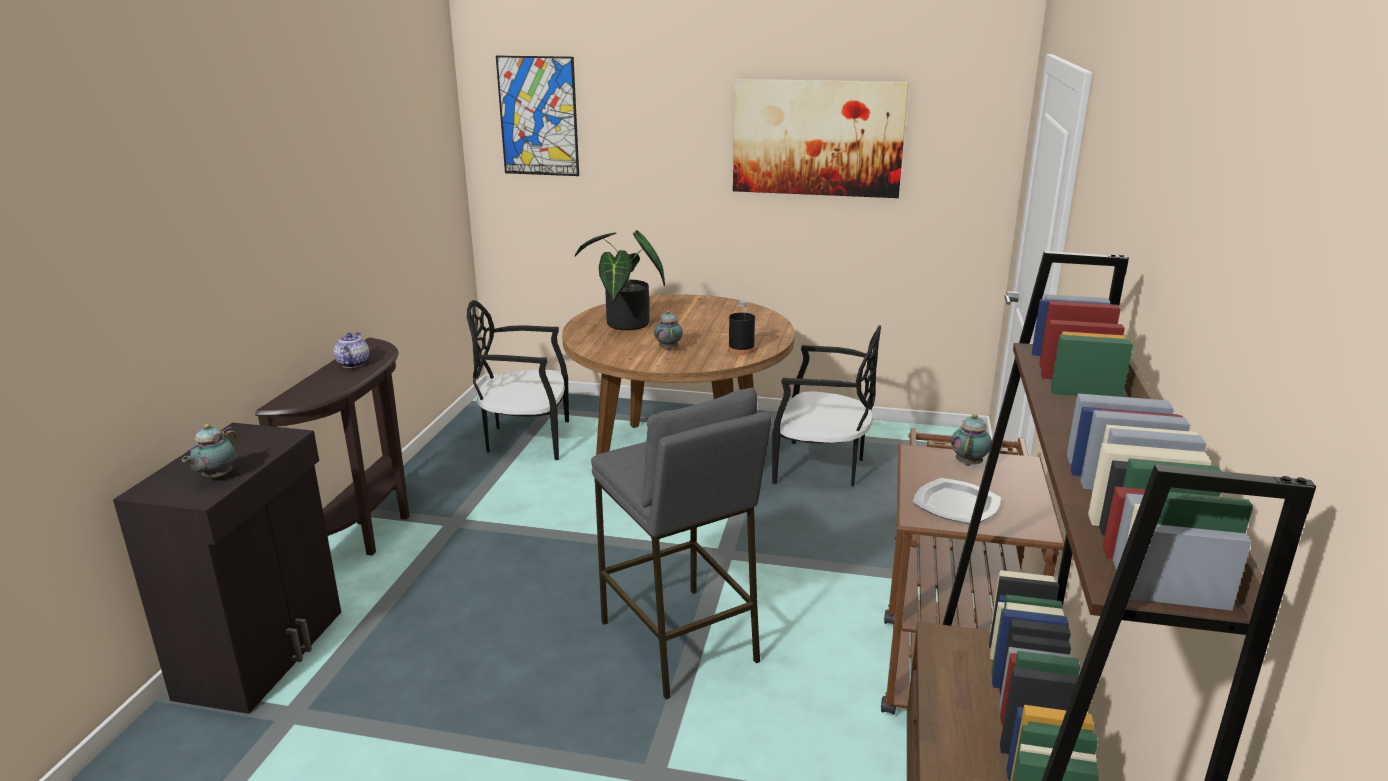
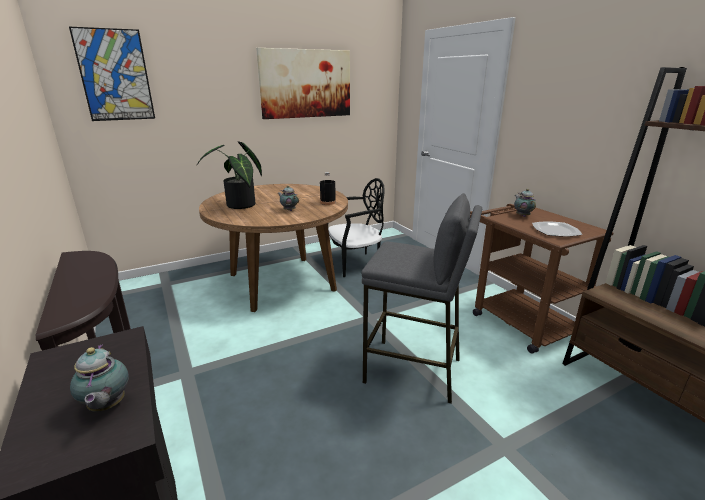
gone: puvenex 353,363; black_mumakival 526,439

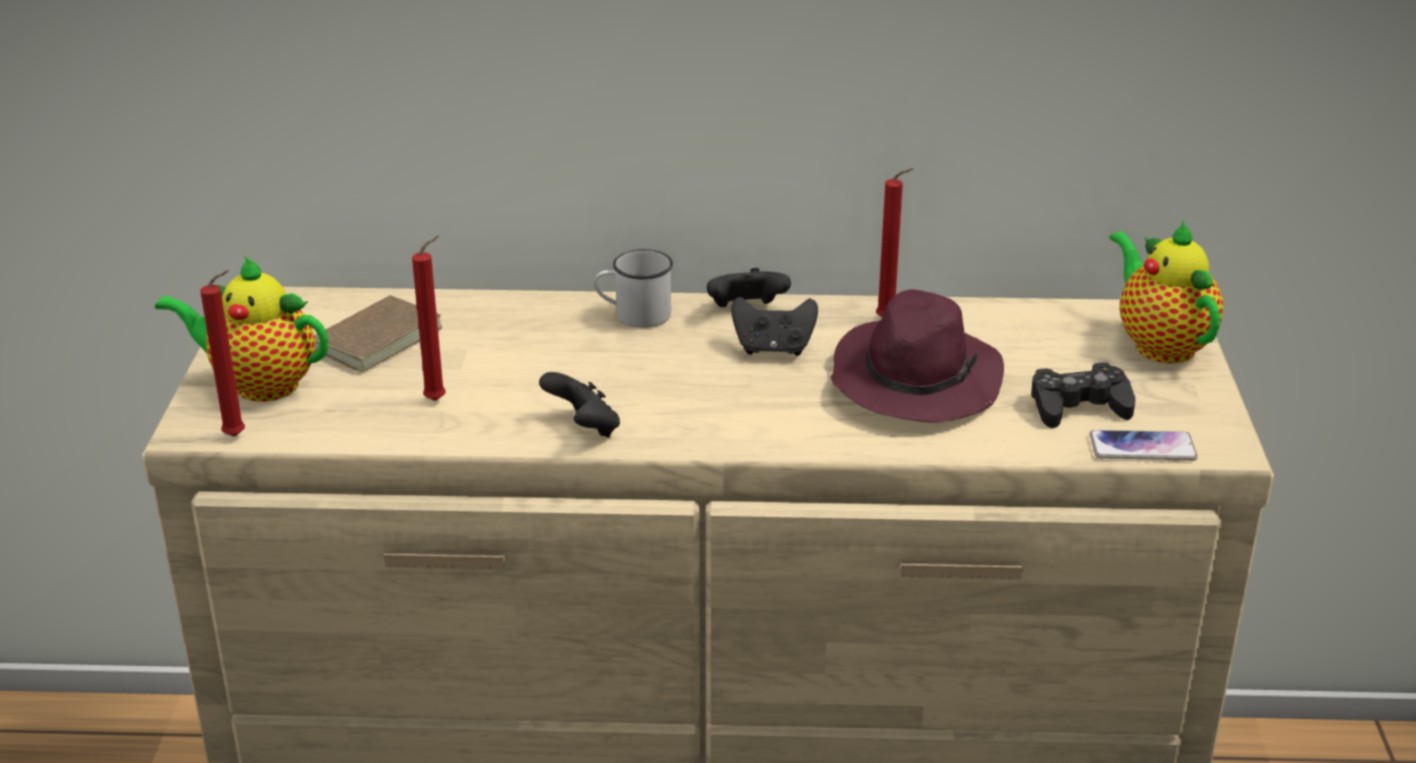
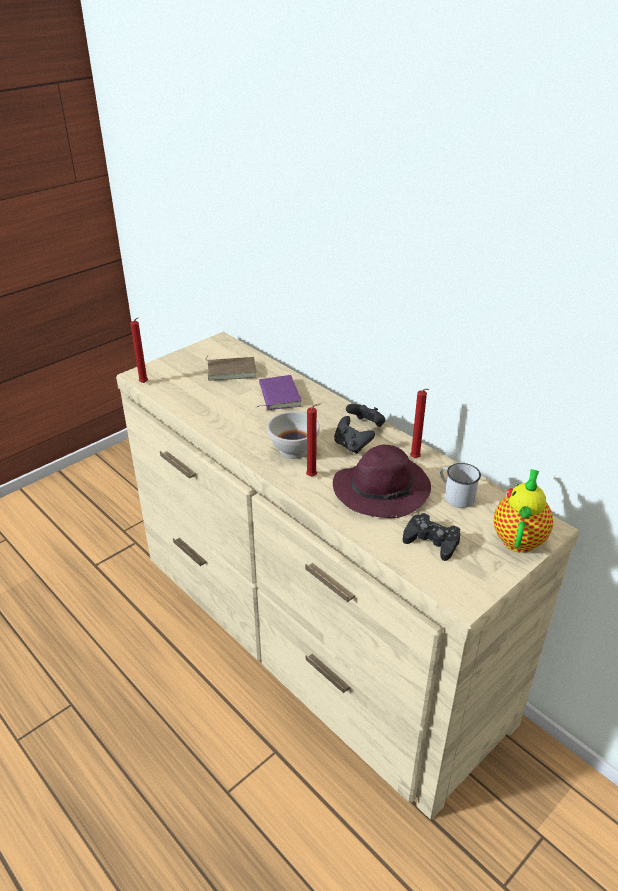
gone: puvenex 259,384; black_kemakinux 584,428; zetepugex 1142,447
new: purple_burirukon 278,395; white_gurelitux 293,450
shifted: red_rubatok 439,400 to 313,477; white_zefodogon 634,315 to 455,496

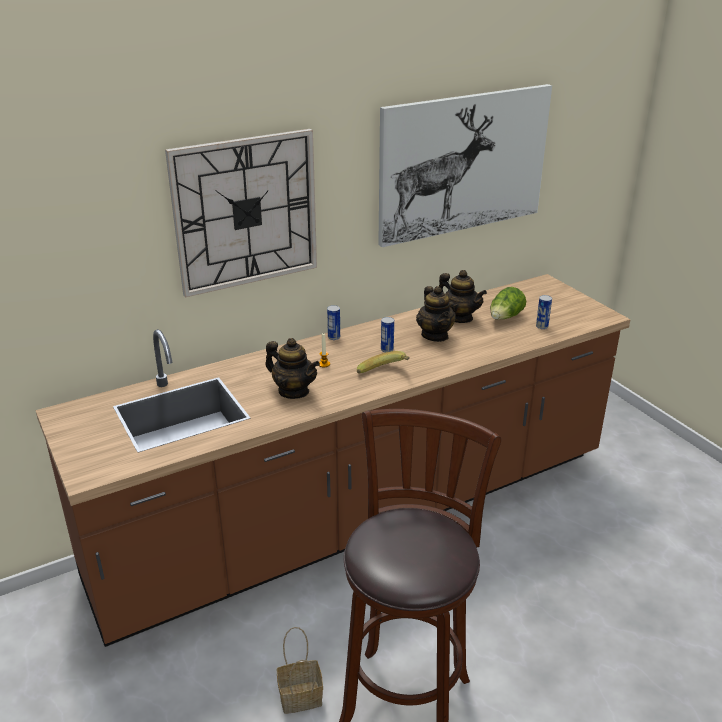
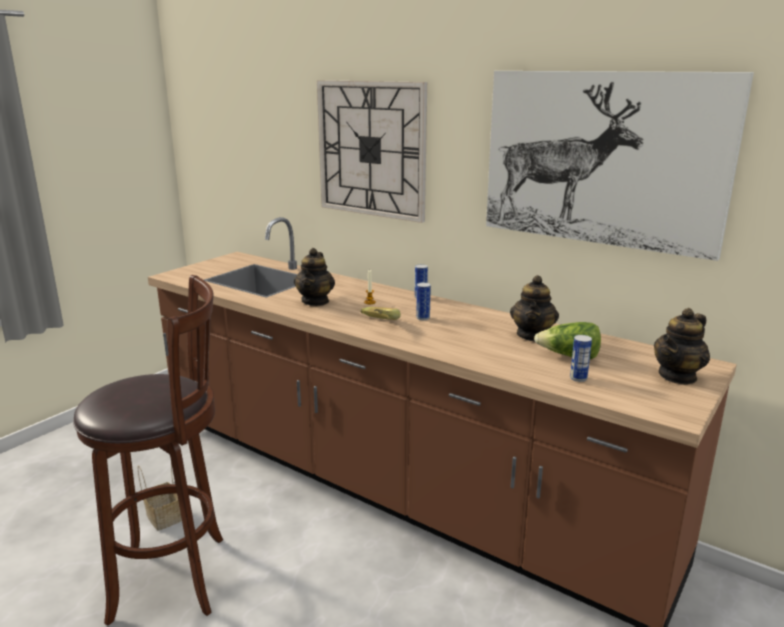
shifted: puvenex 435,335 to 678,376

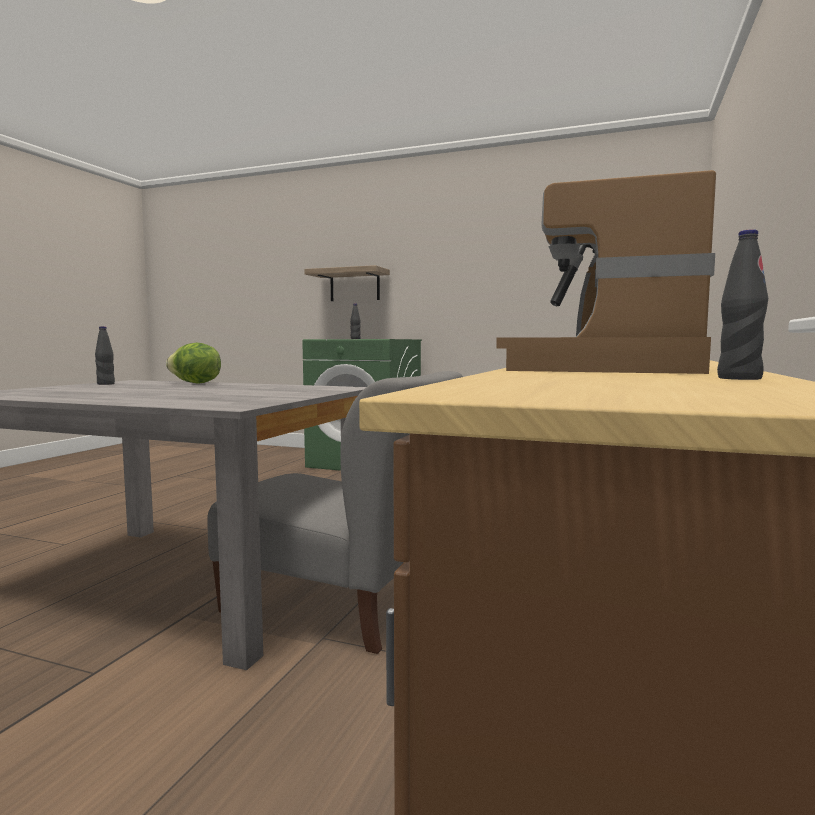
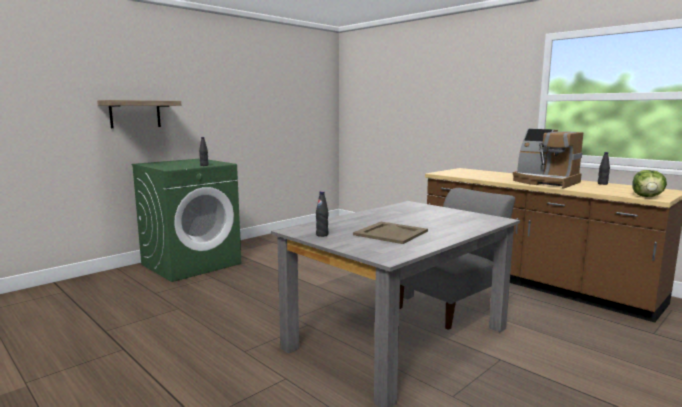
new: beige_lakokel 390,233
shifted: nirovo 195,383 to 647,197

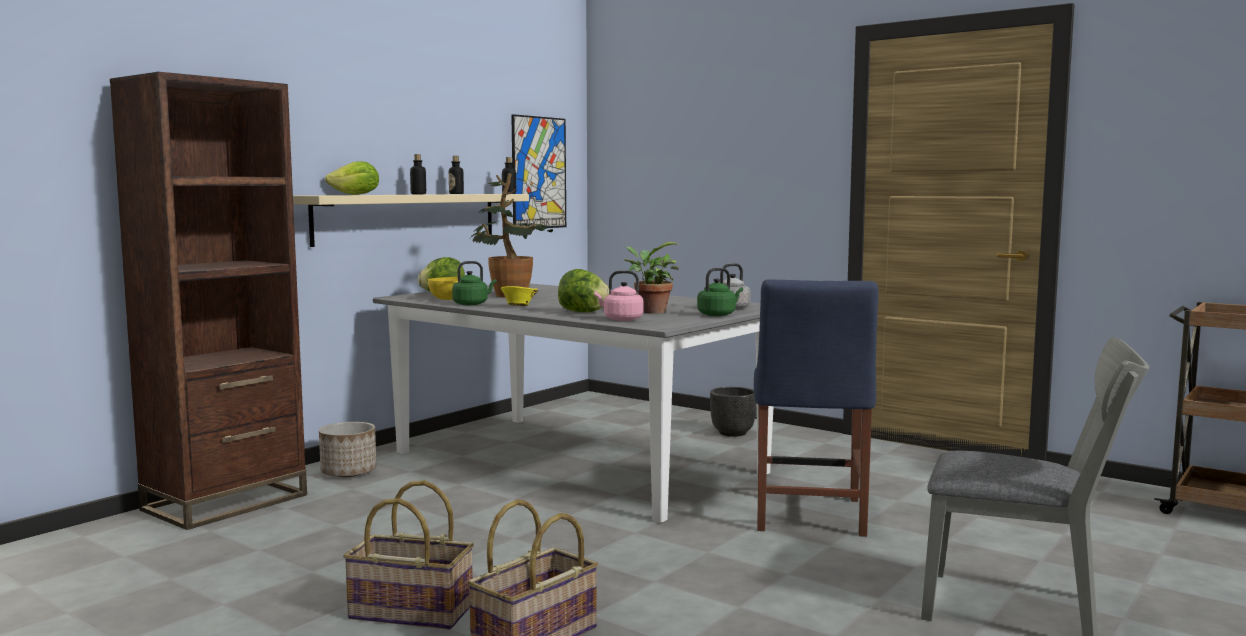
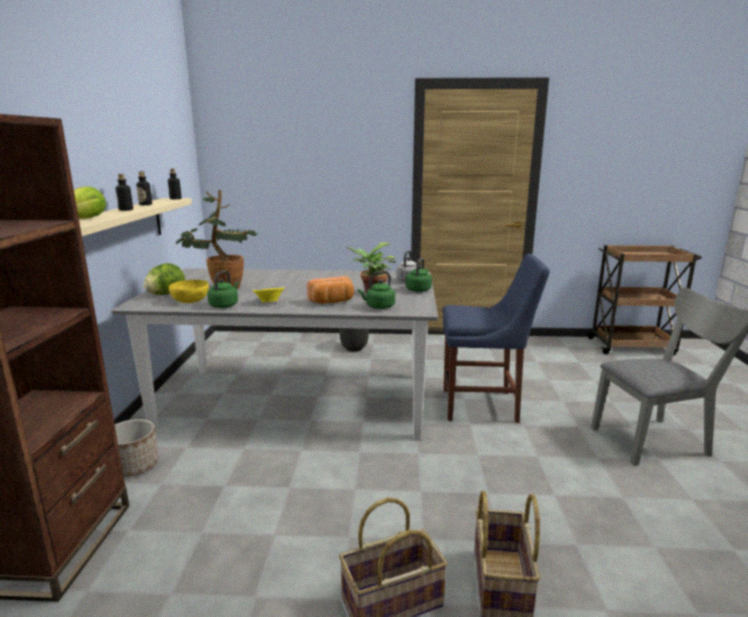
gone: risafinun 539,173
swapped: nirovo 583,312 to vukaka 332,302
repainted: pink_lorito 621,319 to green_lorito 378,307
rotated: blue_mumakival 808,517 = 484,406 60 degrees counterclockwise

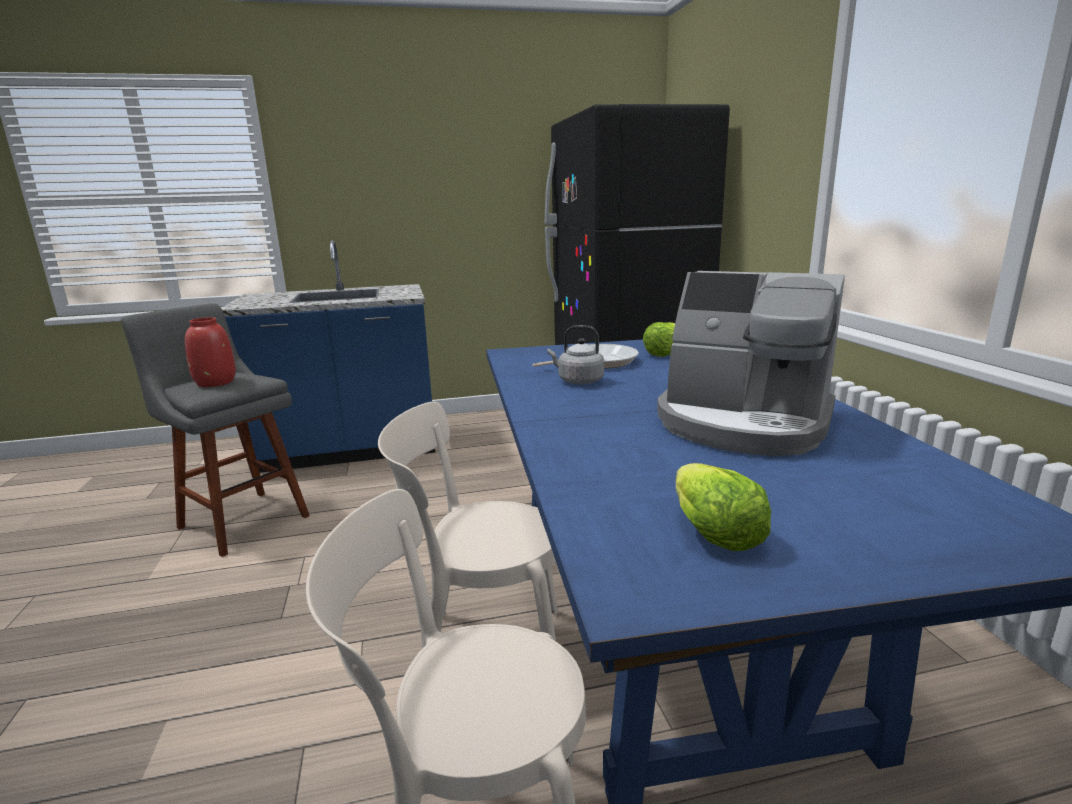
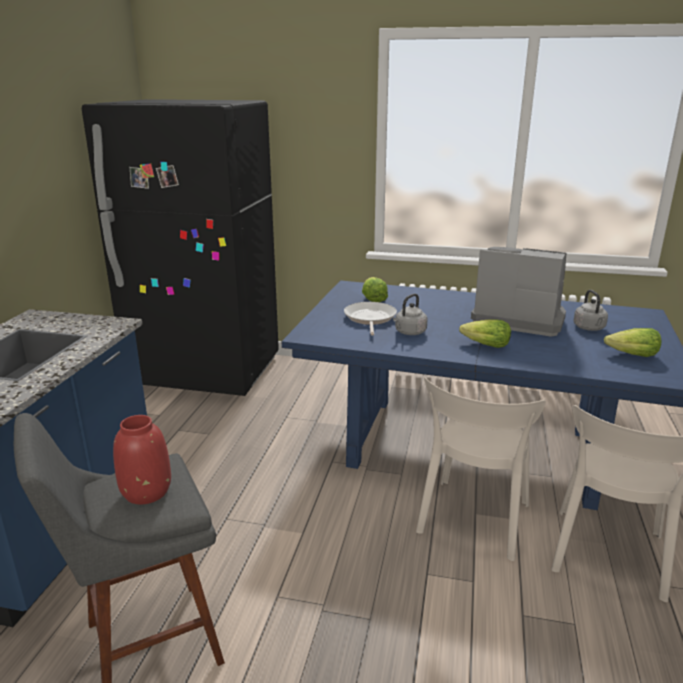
new: nirovo 486,345; grey_lorito 589,328
rotated: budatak 743,423 = 517,318 120 degrees counterclockwise

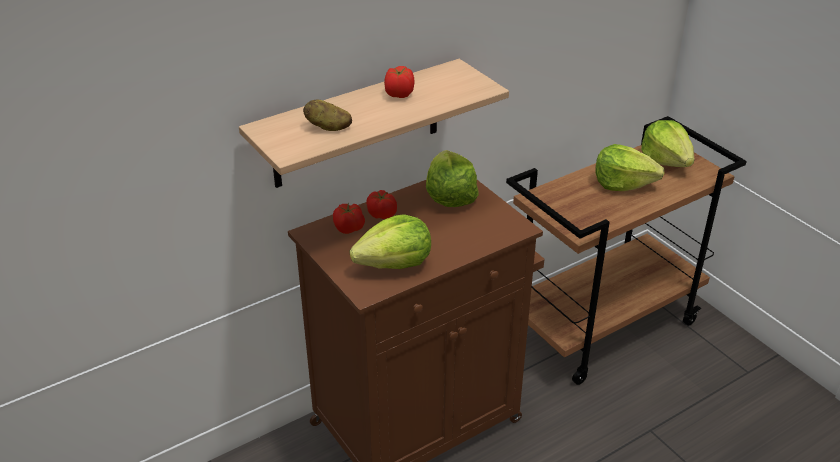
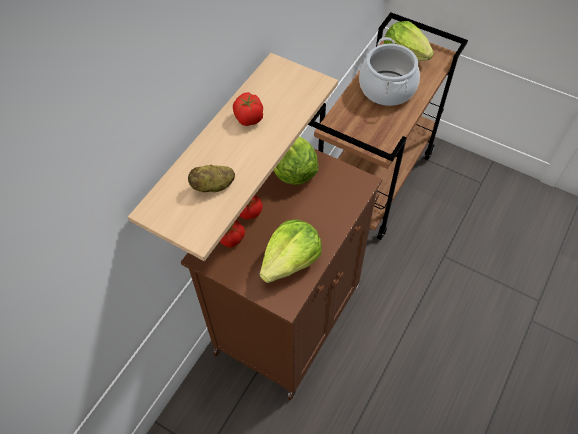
swapped: nirovo 623,183 to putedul 387,88

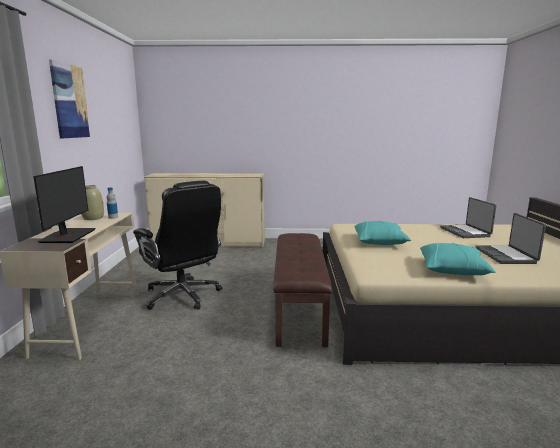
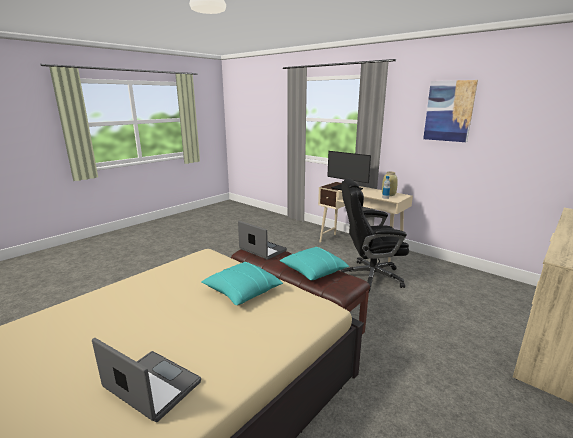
shifted: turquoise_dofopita 453,270 to 313,271; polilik 506,255 to 262,250

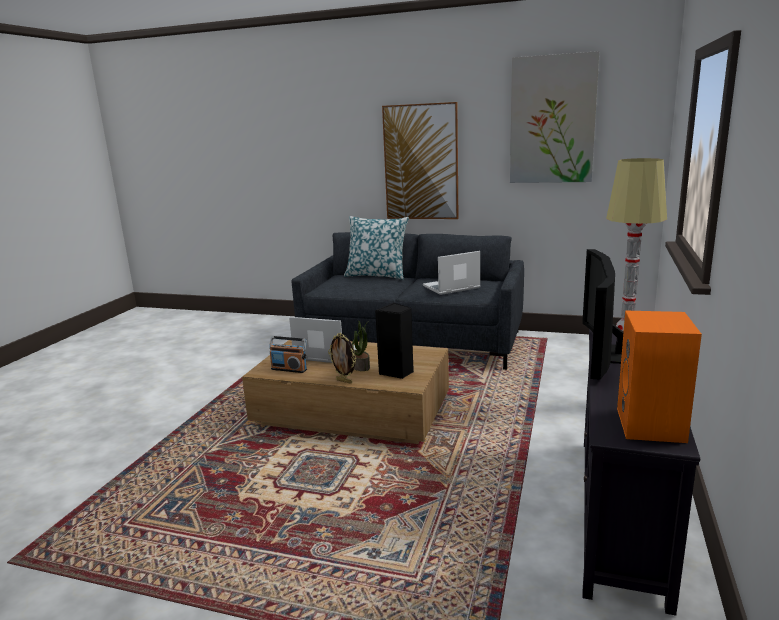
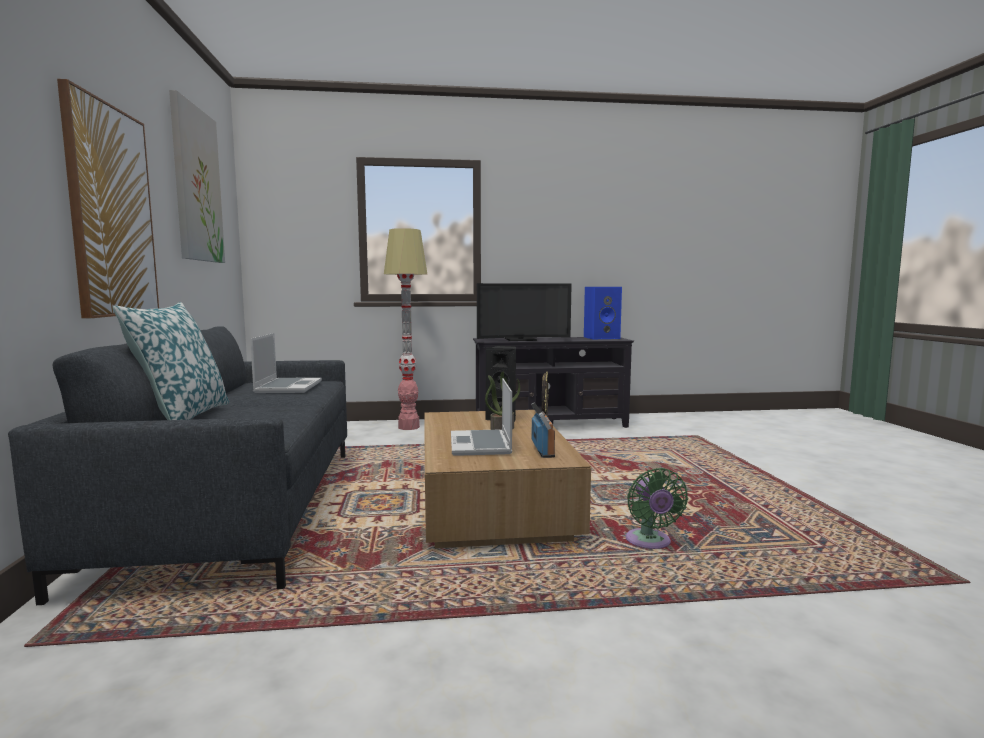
new: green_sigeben 649,543
repainted: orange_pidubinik 652,426 to blue_pidubinik 602,338
rotated: polilik 451,287 = 288,387 135 degrees counterclockwise

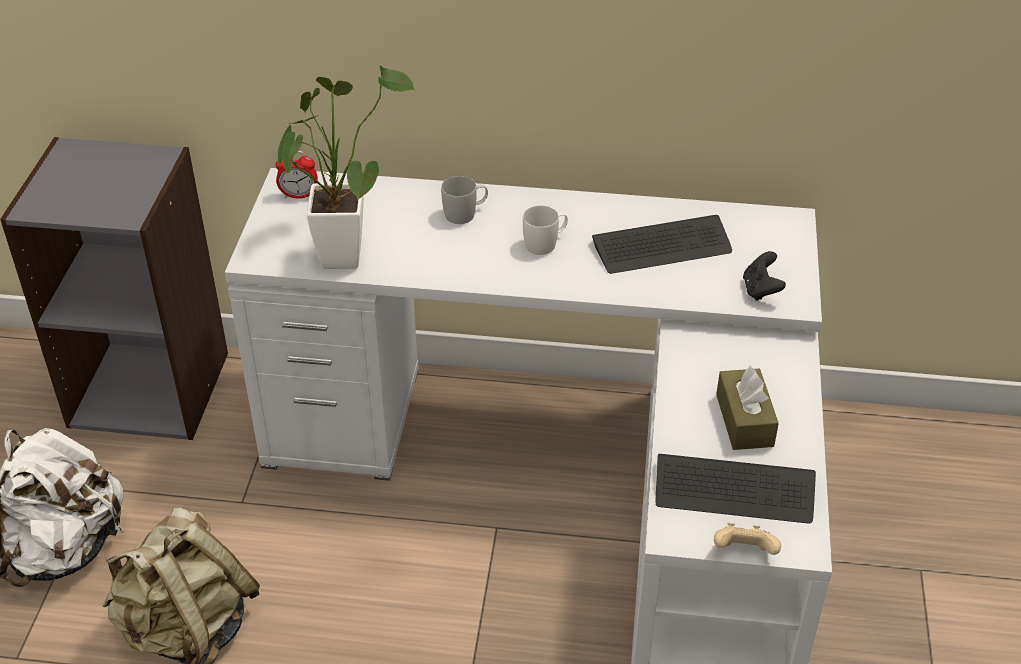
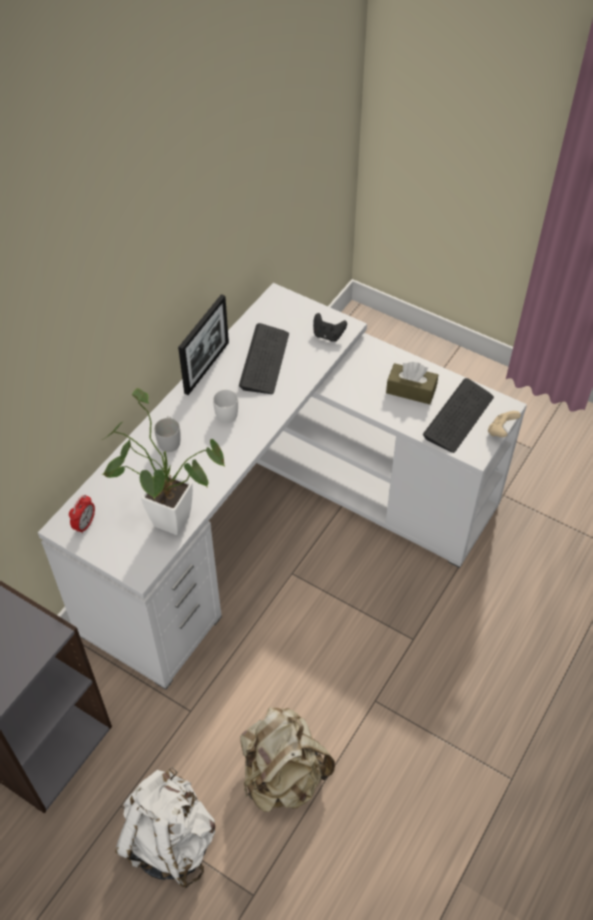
new: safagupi 207,367

